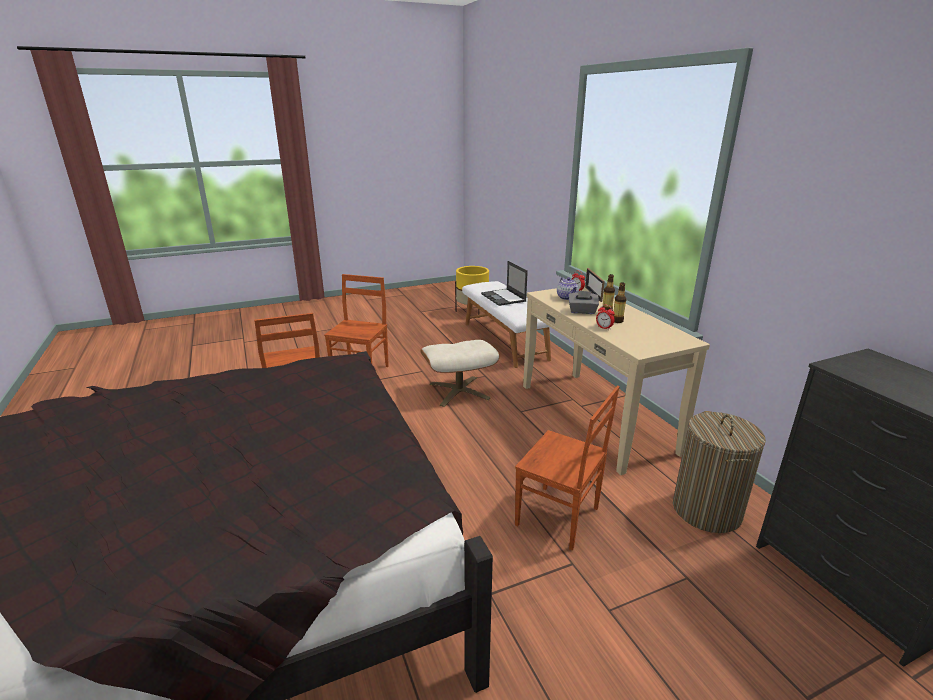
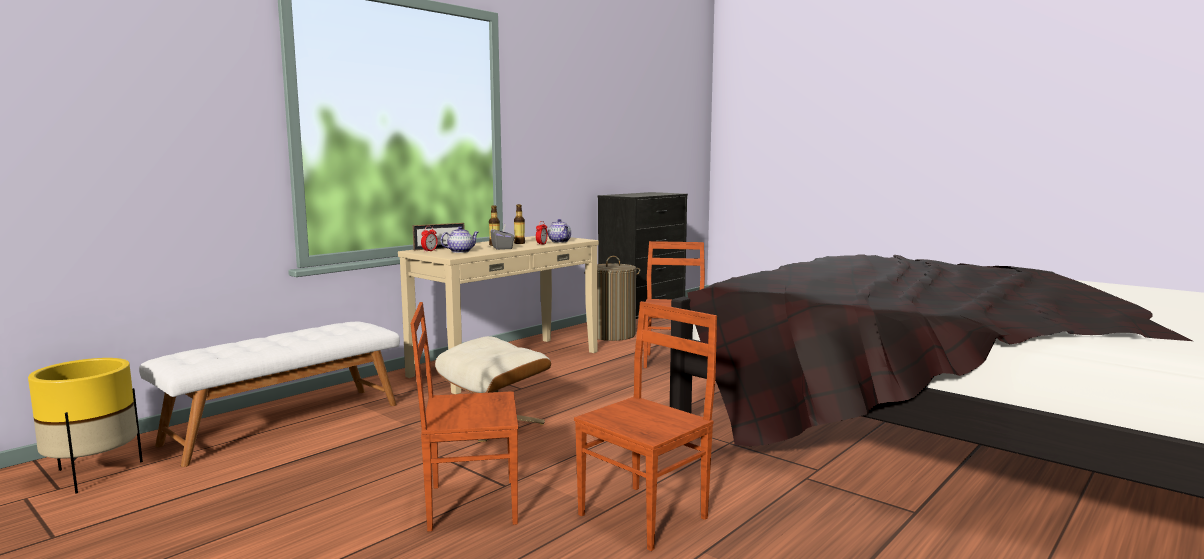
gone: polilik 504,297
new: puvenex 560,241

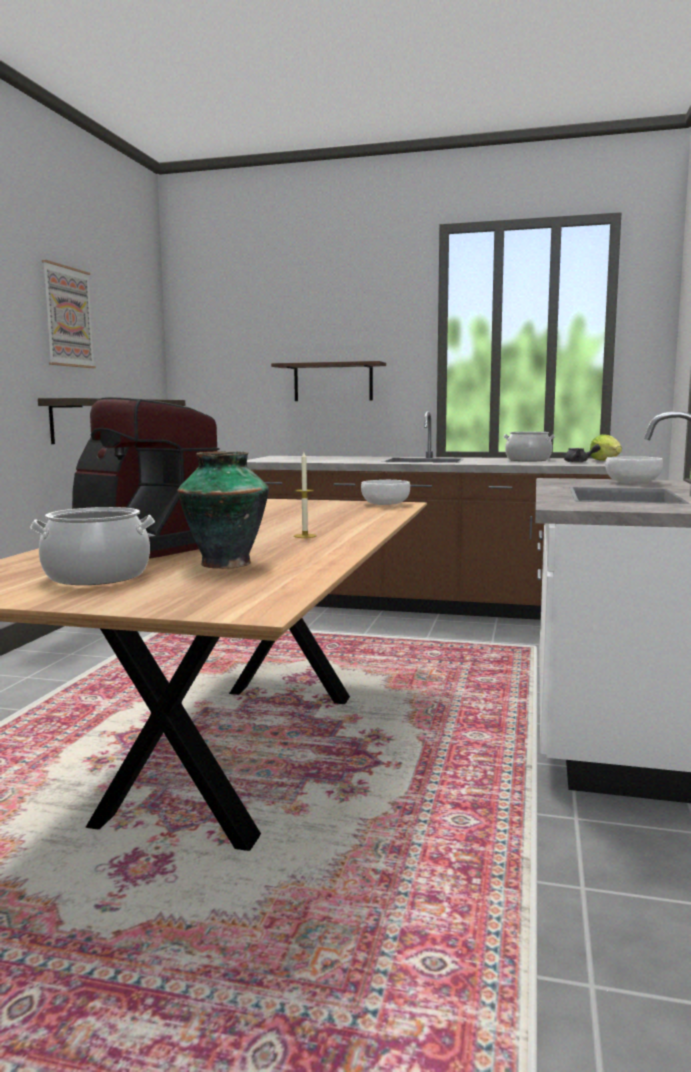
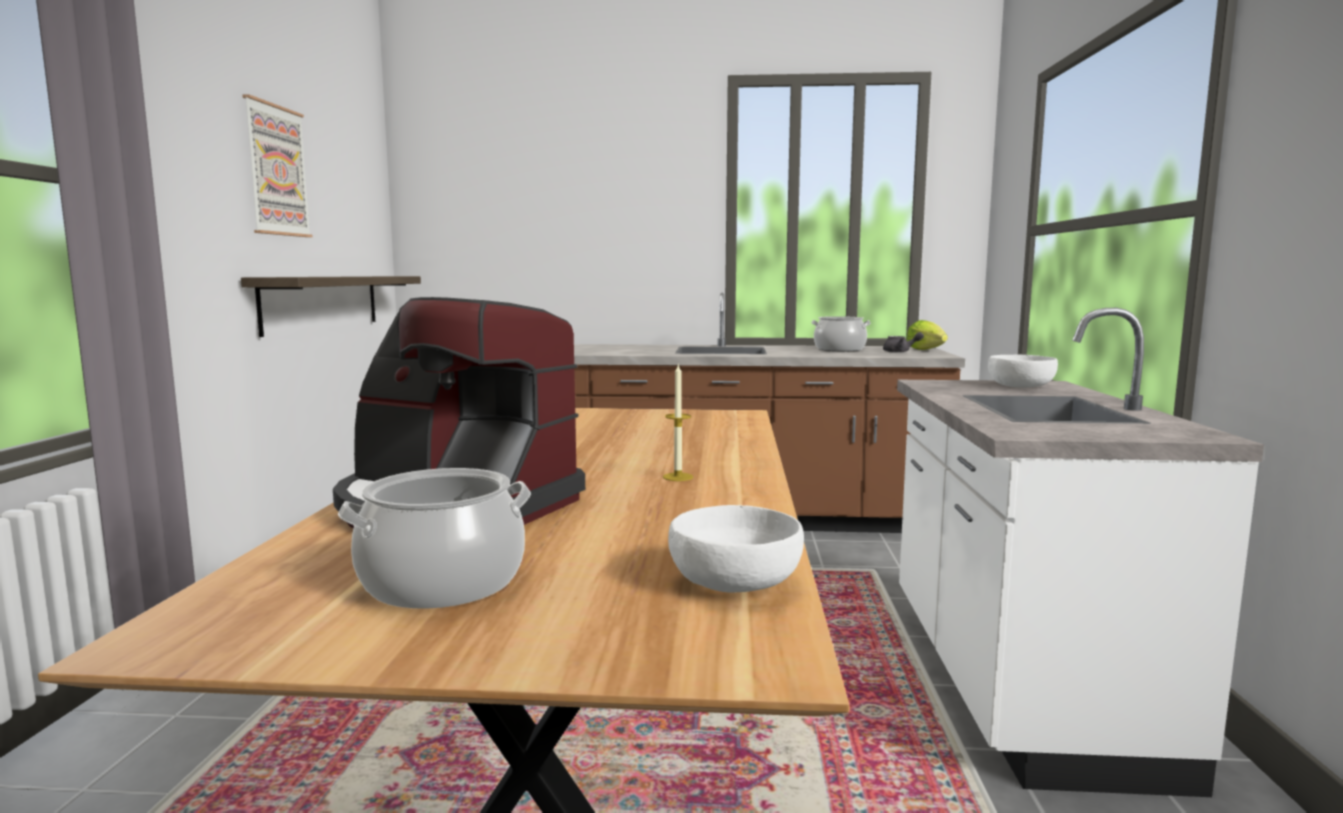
gone: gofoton 224,563; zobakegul 333,382
shifted: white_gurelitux 386,504 to 737,582

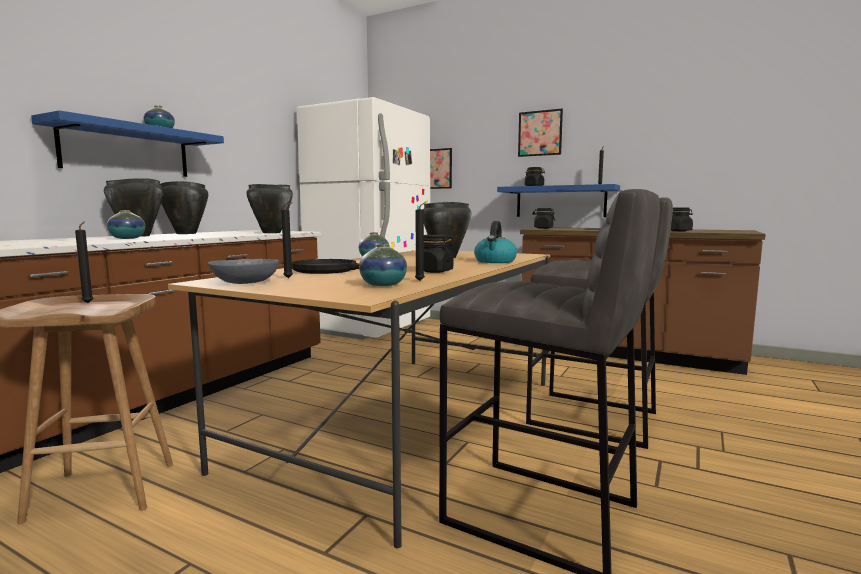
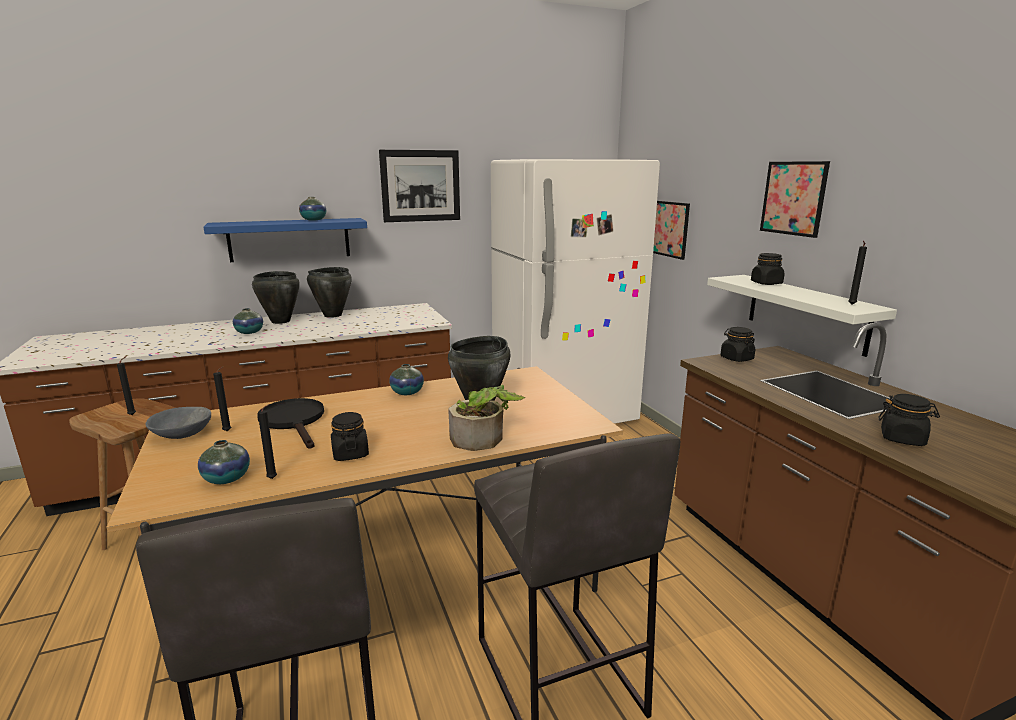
gone: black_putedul 272,232
new: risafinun 420,186
swapped: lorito 495,261 to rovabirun 483,440
repainted: blue_zobakegul 560,202 to white_zobakegul 806,313

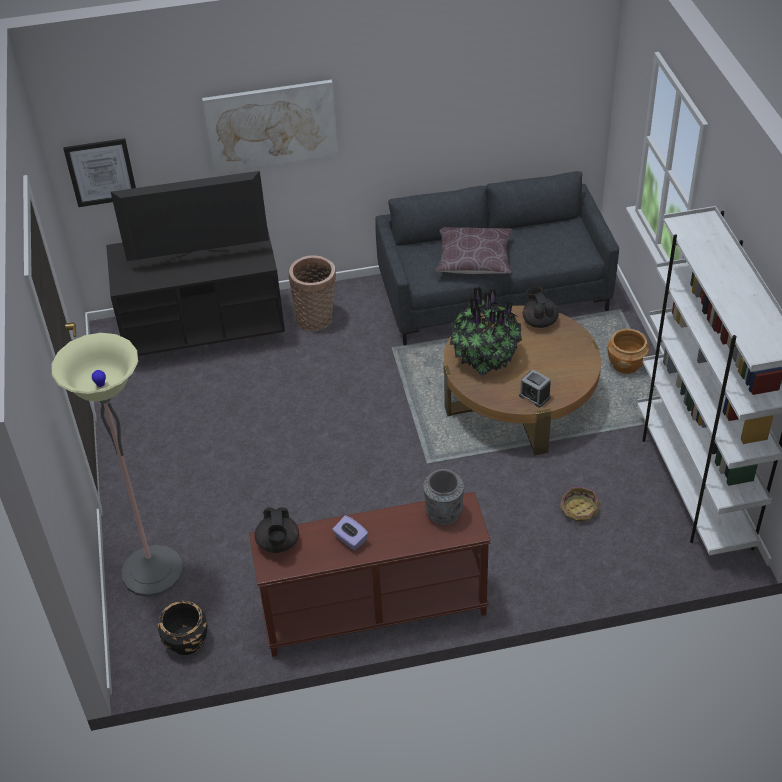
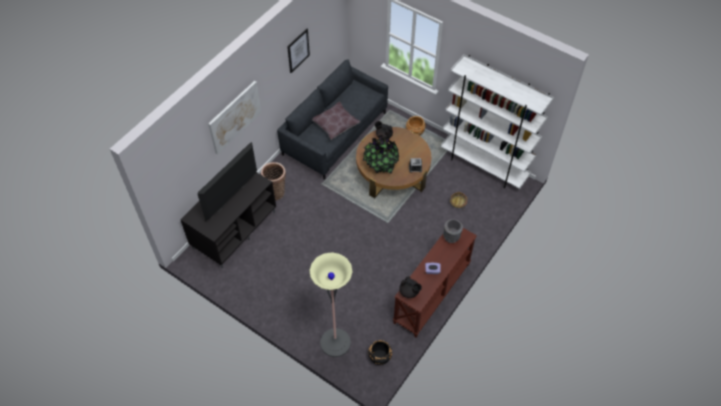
shifted: risafinun 101,172 to 298,50

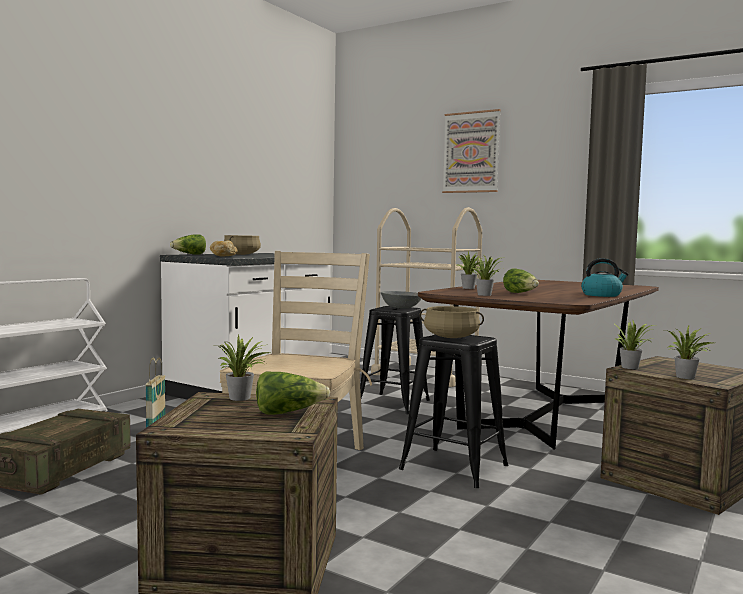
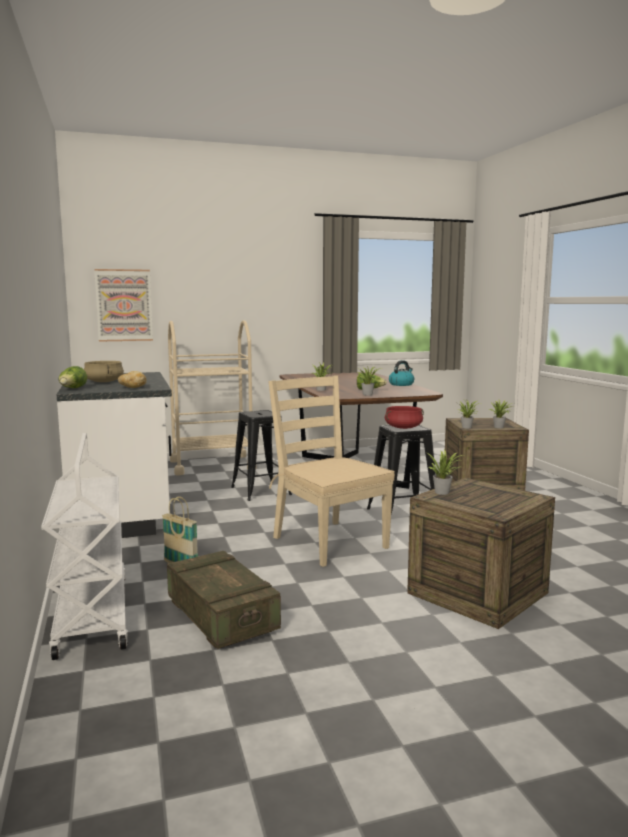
gone: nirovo 288,412; grey_gurelitux 400,308
shifted: risafinun 471,152 to 124,305
repainted: beige_putedul 451,337 to red_putedul 403,428

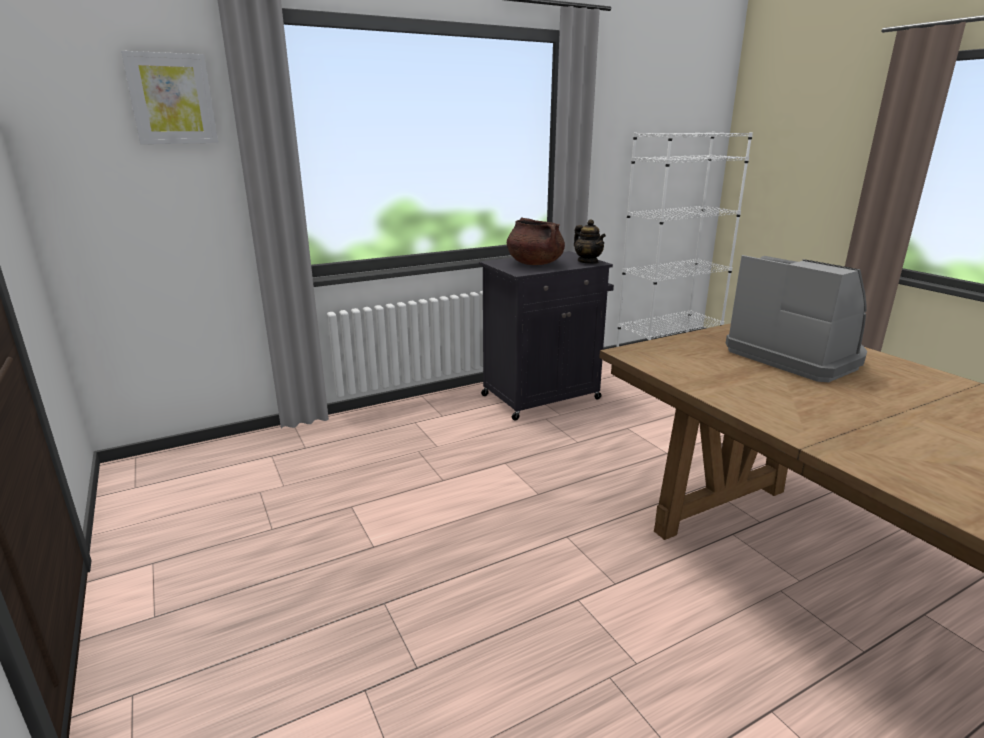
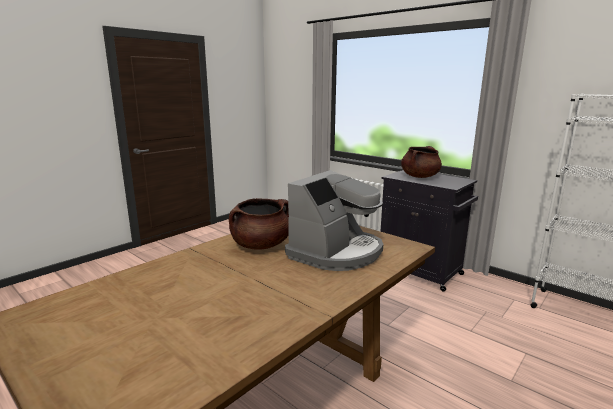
gone: risafinun 171,99; puvenex 588,262
new: brown_putedul 261,245

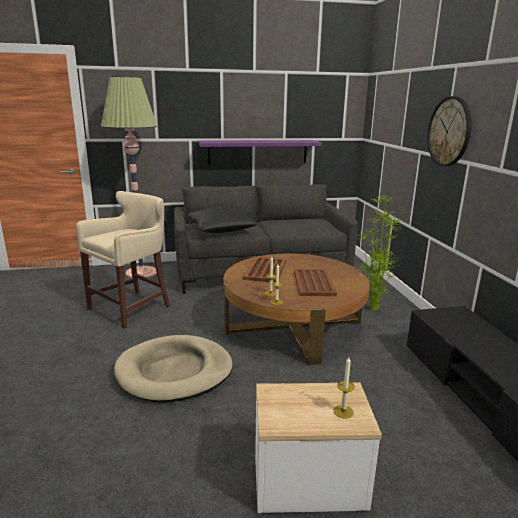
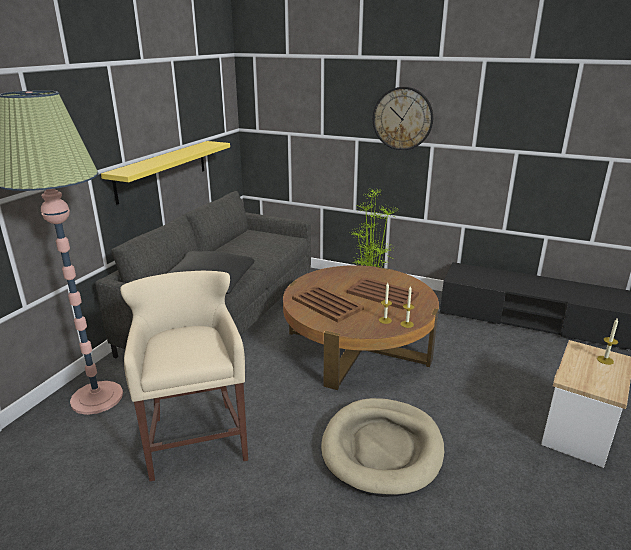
repainted: purple_zobakegul 258,152 to yellow_zobakegul 162,170

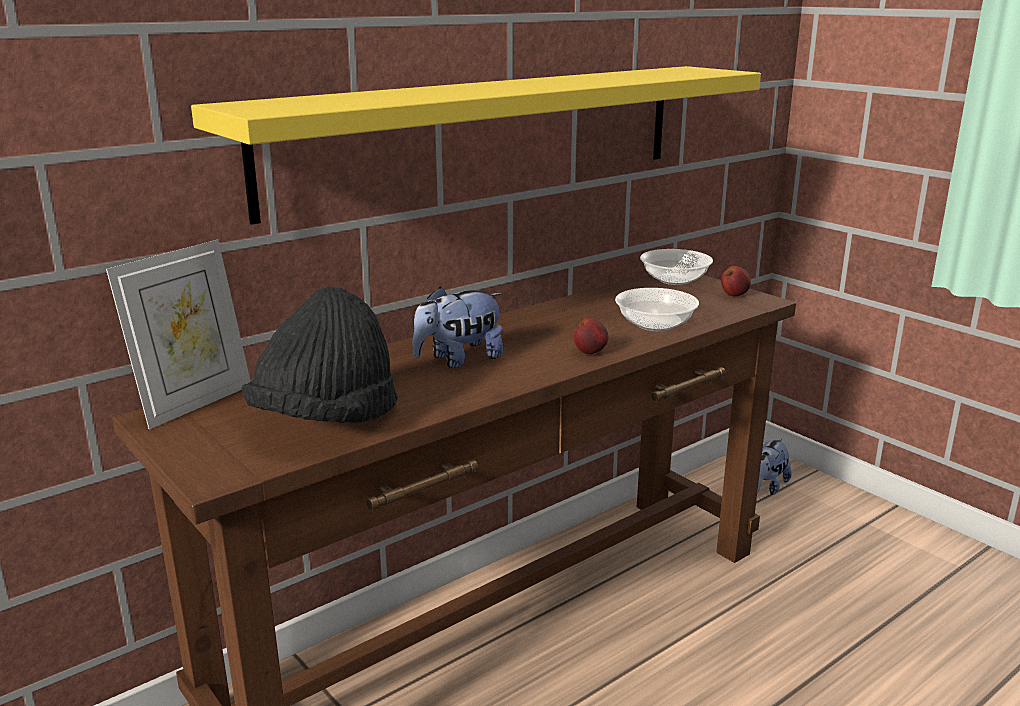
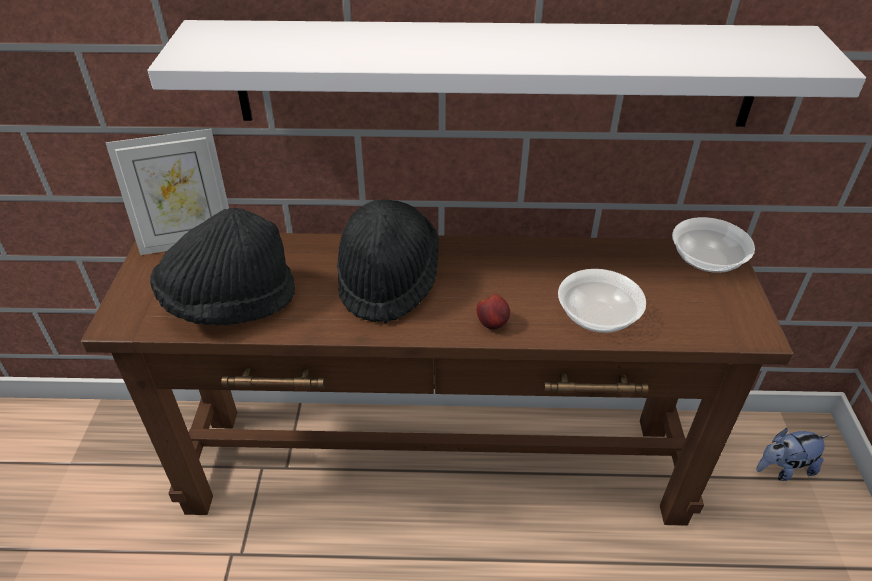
gone: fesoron 734,295
swapped: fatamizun 459,360 to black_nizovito 388,280
repainted: yellow_zobakegul 485,134 to white_zobakegul 495,74

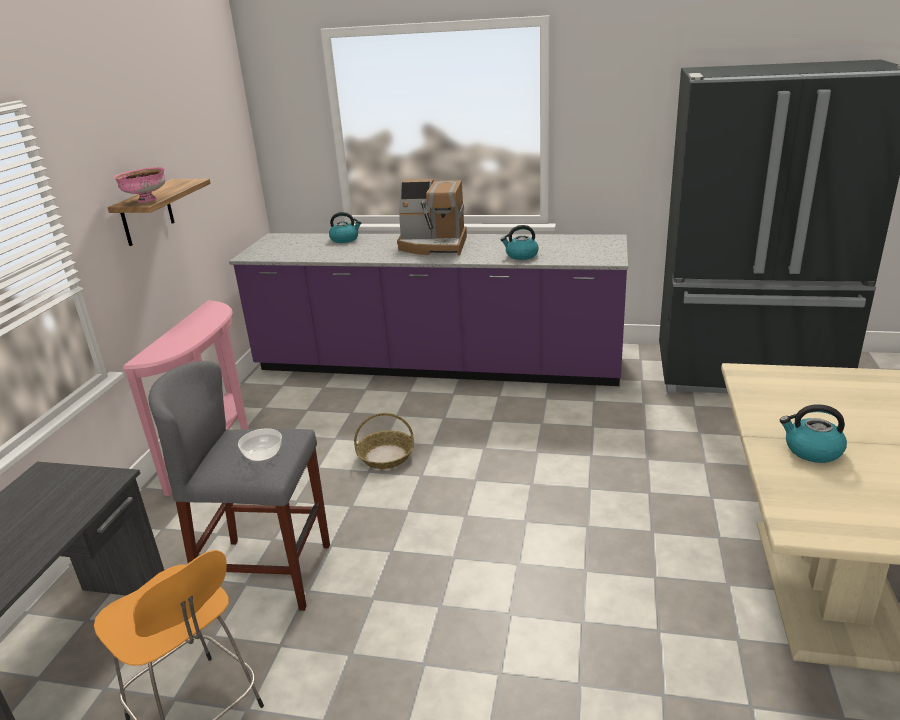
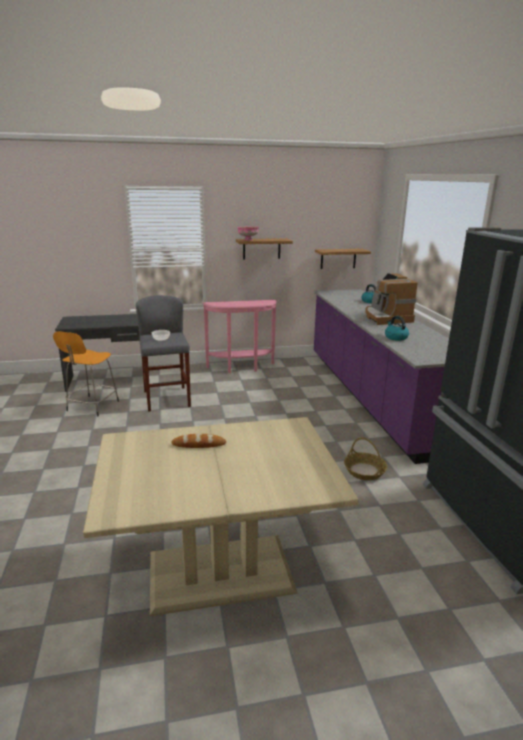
new: zobakegul 338,258
shifted: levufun 385,456 to 364,471
swapped: lorito 812,450 to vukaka 199,444

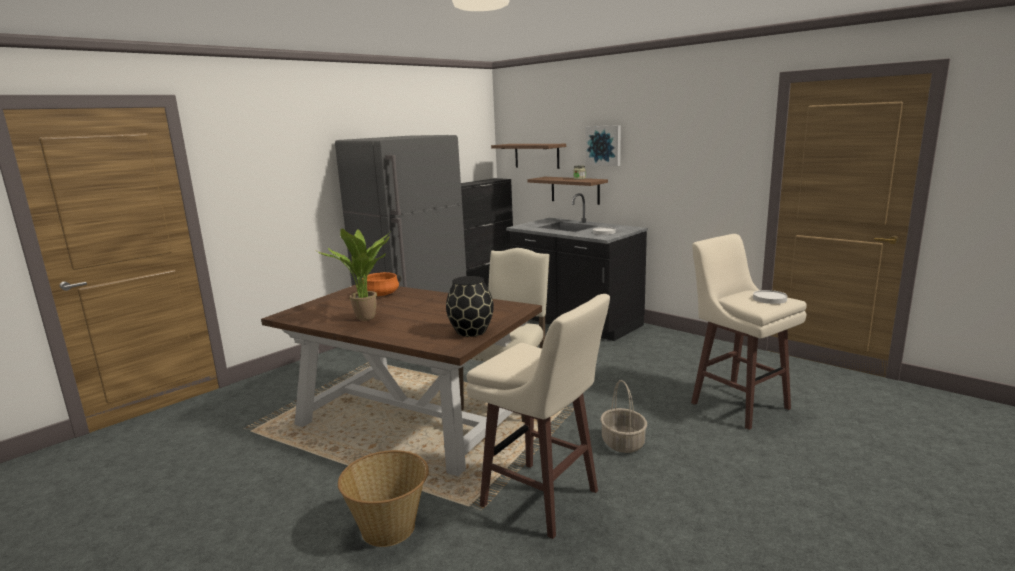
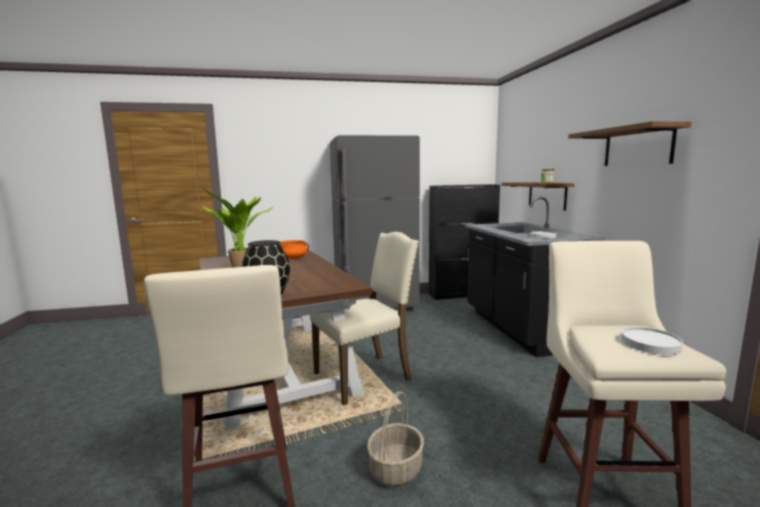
gone: levufun 389,528; risafinun 604,145
shifted: zobakegul 536,155 to 637,147

